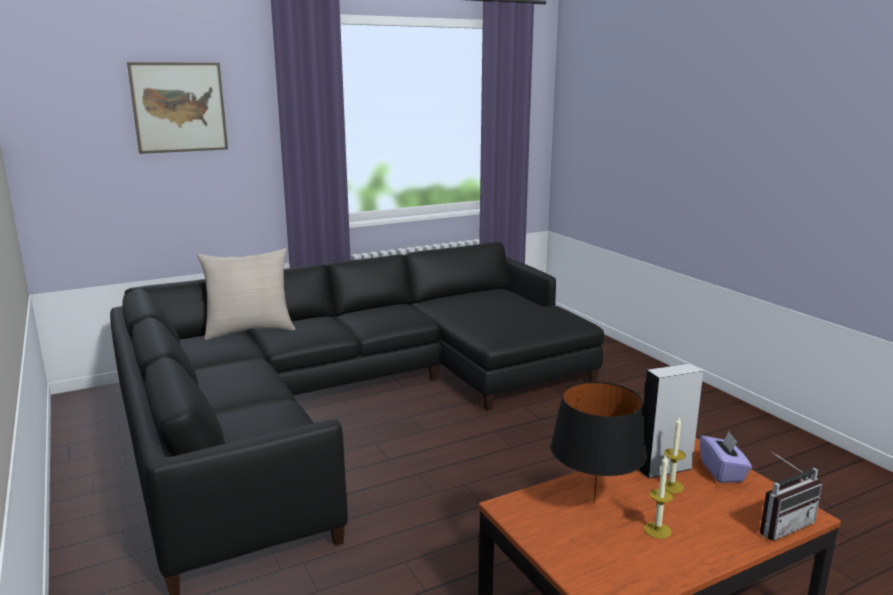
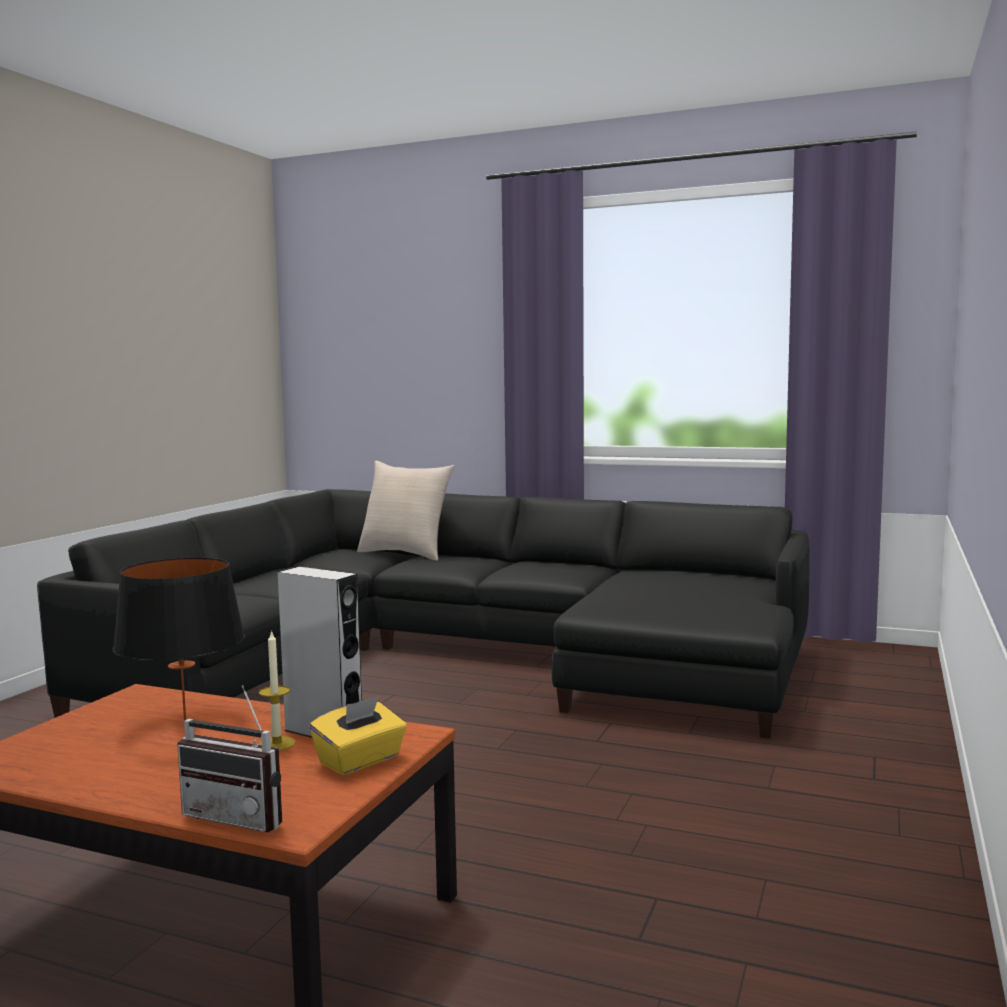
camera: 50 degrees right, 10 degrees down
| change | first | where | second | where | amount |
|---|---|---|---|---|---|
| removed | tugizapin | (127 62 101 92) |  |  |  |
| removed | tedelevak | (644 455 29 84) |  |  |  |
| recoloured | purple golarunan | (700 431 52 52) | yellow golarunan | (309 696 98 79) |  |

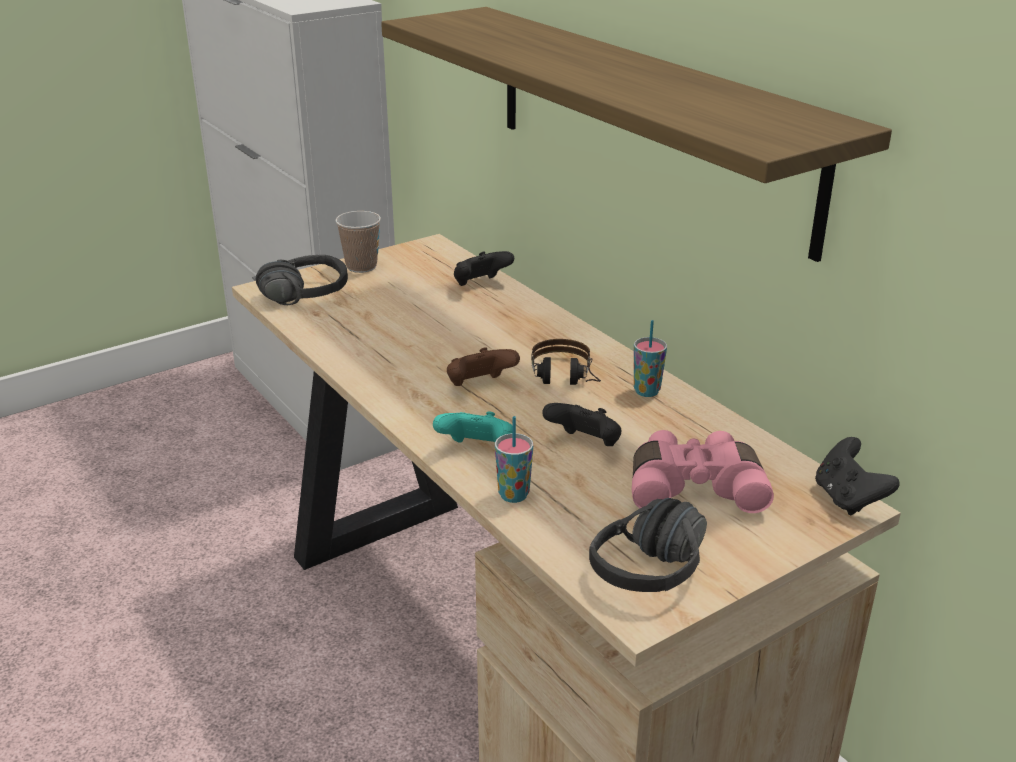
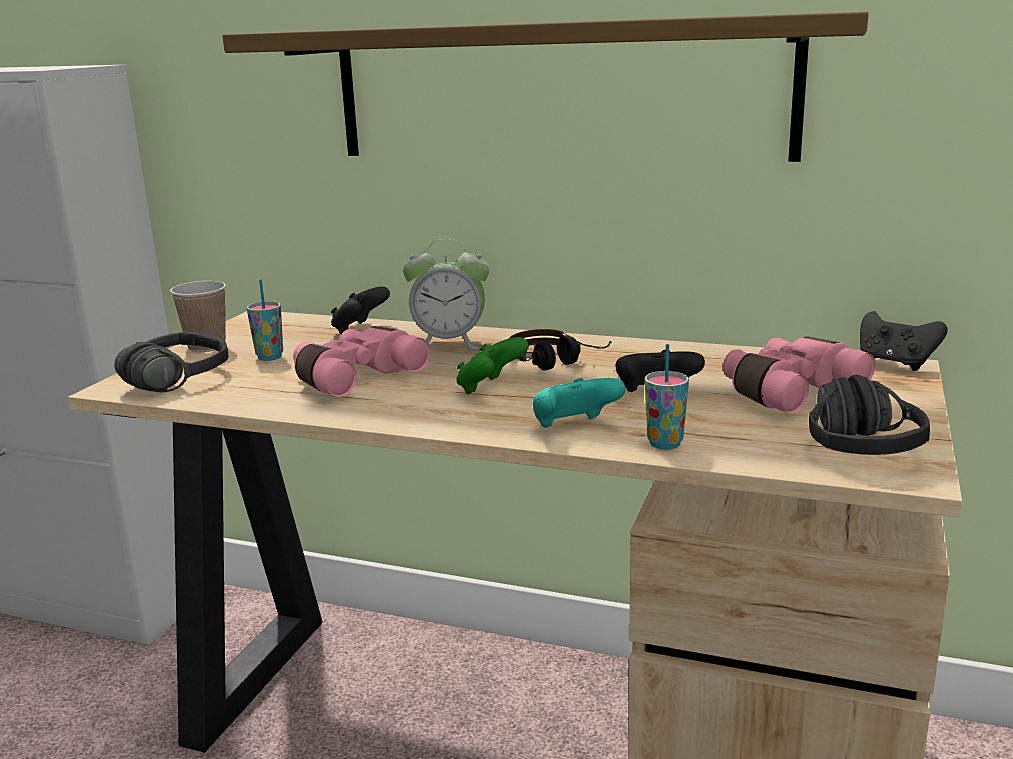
camera: 35 degrees left, 10 degrees down
| change | first | where | second | where | amount |
|---|---|---|---|---|---|
| added |  |  | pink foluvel | (293 326 137 71) |  |
| added |  |  | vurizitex | (403 239 86 111) |  |
| moved | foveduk | (634 320 33 77) |  | (247 279 36 82) |  |
| recoloured | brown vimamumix | (447 347 73 39) | green vimamumix | (456 337 73 58) |  |

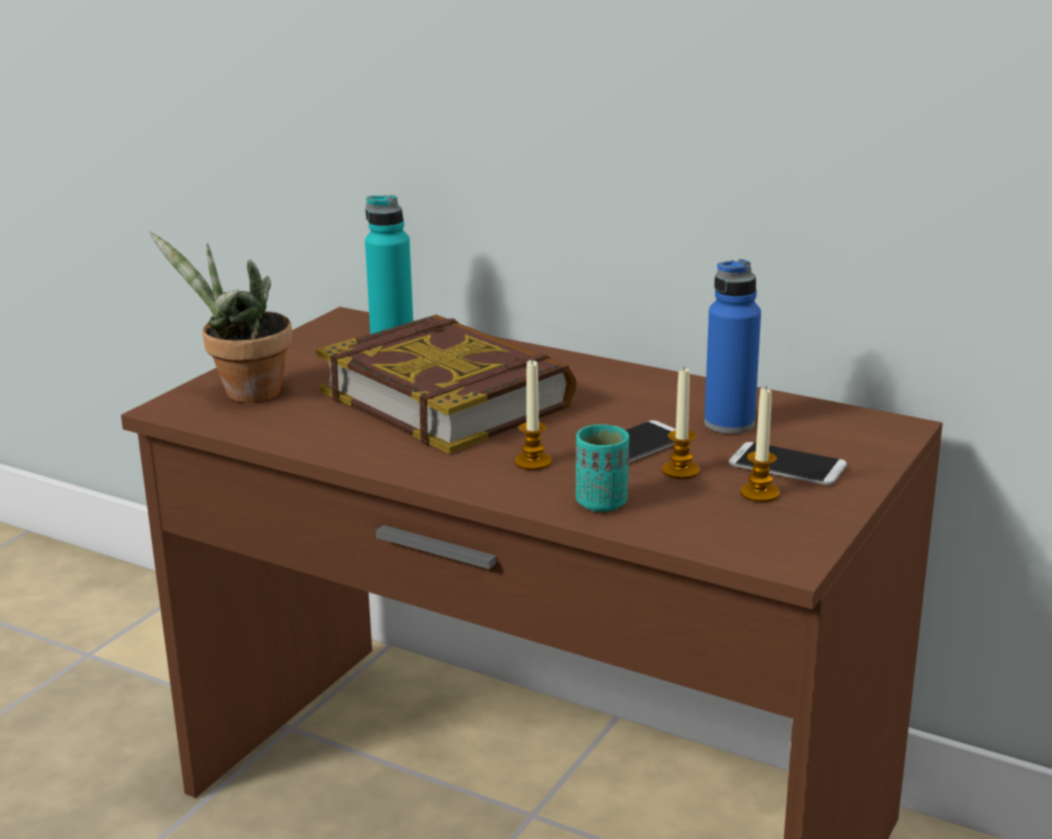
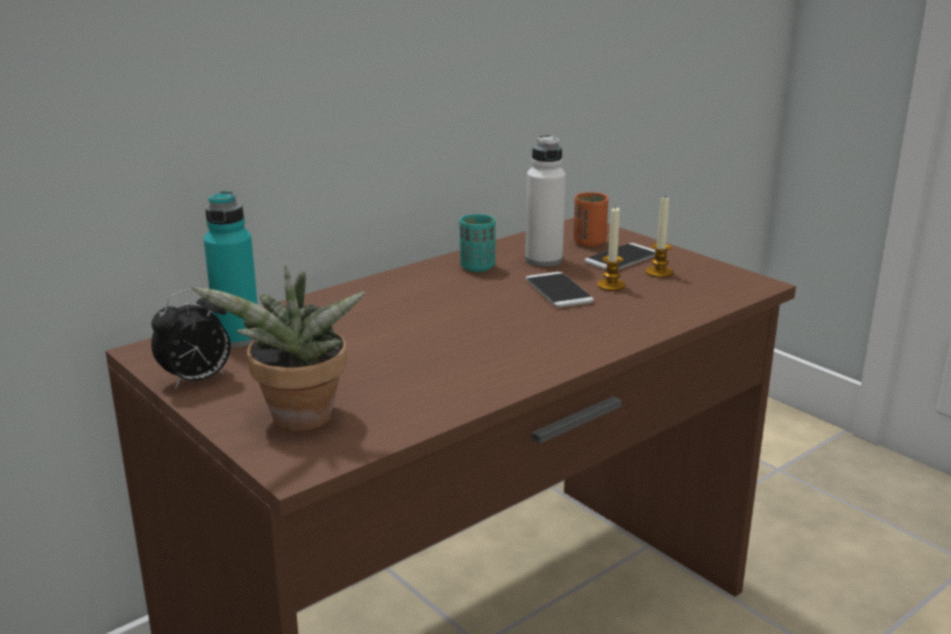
camera: 70 degrees left, 0 degrees up
| change | first | where | second | where | amount |
|---|---|---|---|---|---|
| removed | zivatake | (316 315 261 139) |  |  |  |
| removed | tedelevak | (514 359 38 111) |  |  |  |
| added |  |  | vurizitex | (151 289 80 100) |  |
| added |  |  | orange foveduk | (573 192 35 55) |  |
| moved | turquoise foveduk | (576 424 53 88) |  | (460 214 36 58) |  |
| recoloured | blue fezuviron | (704 259 57 175) | white fezuviron | (525 135 41 132) |  |

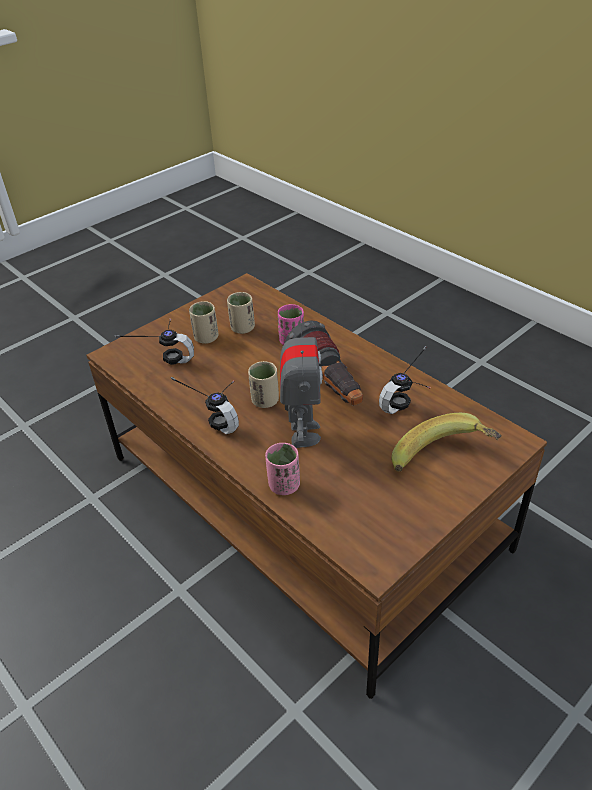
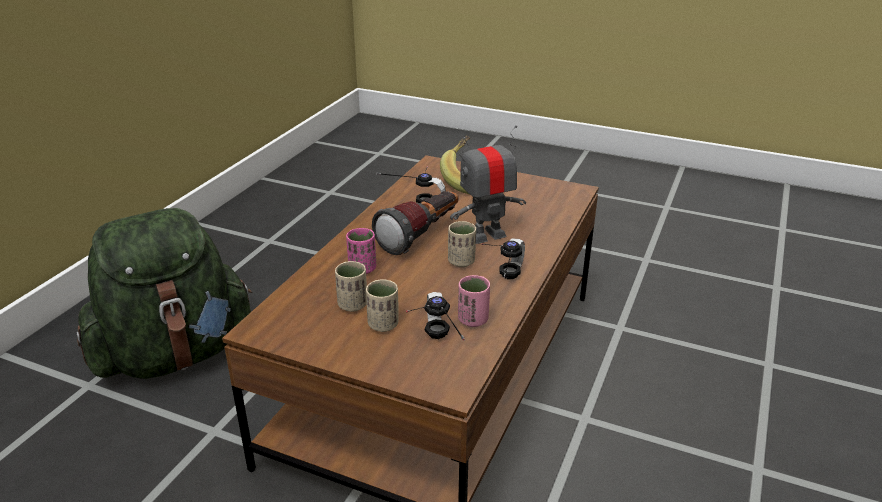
camera: 115 degrees left, 10 degrees down
| change | first | where | second | where | amount |
|---|---|---|---|---|---|
| added |  |  | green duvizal | (76 208 176 171) |  |
| moved | pink foveduk | (265 443 35 52) |  | (458 275 32 52) |  |

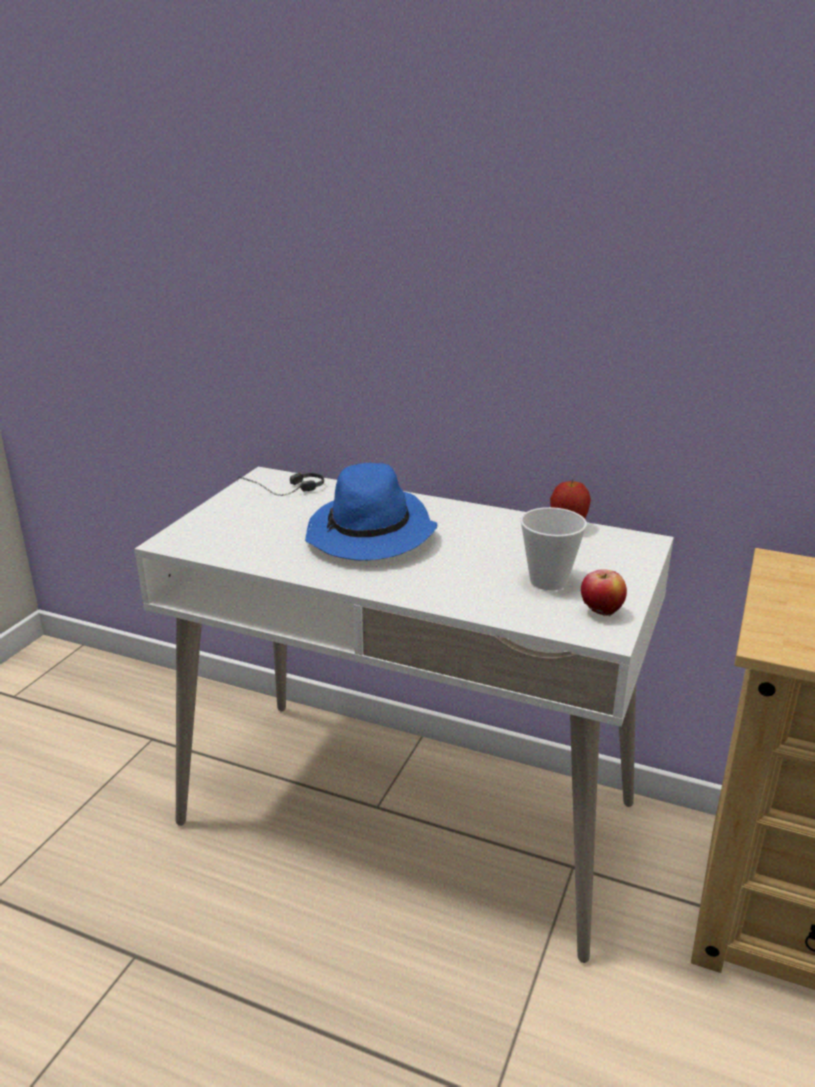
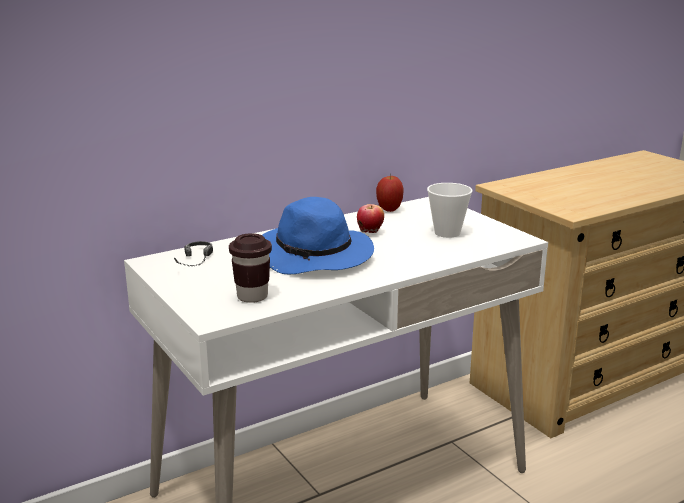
camera: 55 degrees left, 5 degrees down
| change | first | where | second | where | amount |
|---|---|---|---|---|---|
| added |  |  | brown foveduk | (229 233 43 70) |  |
| moved | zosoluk | (581 569 46 47) |  | (357 204 27 29) |  |

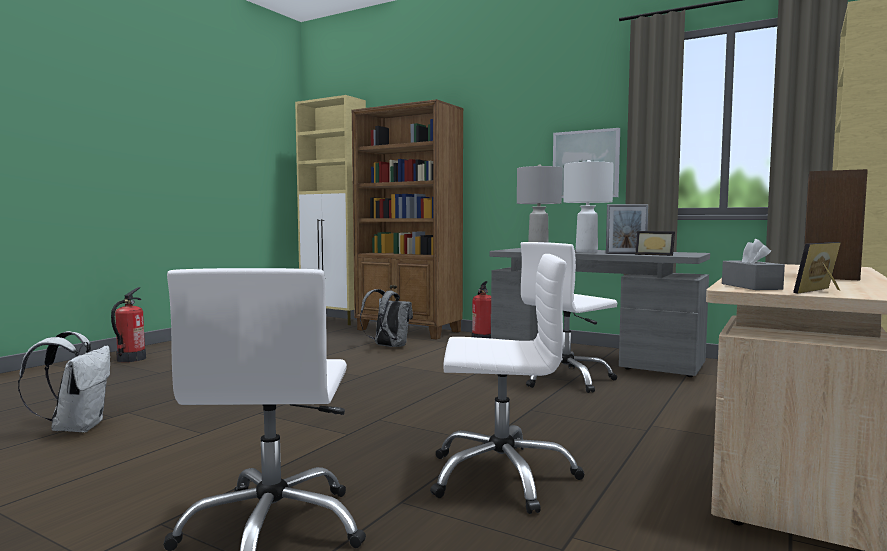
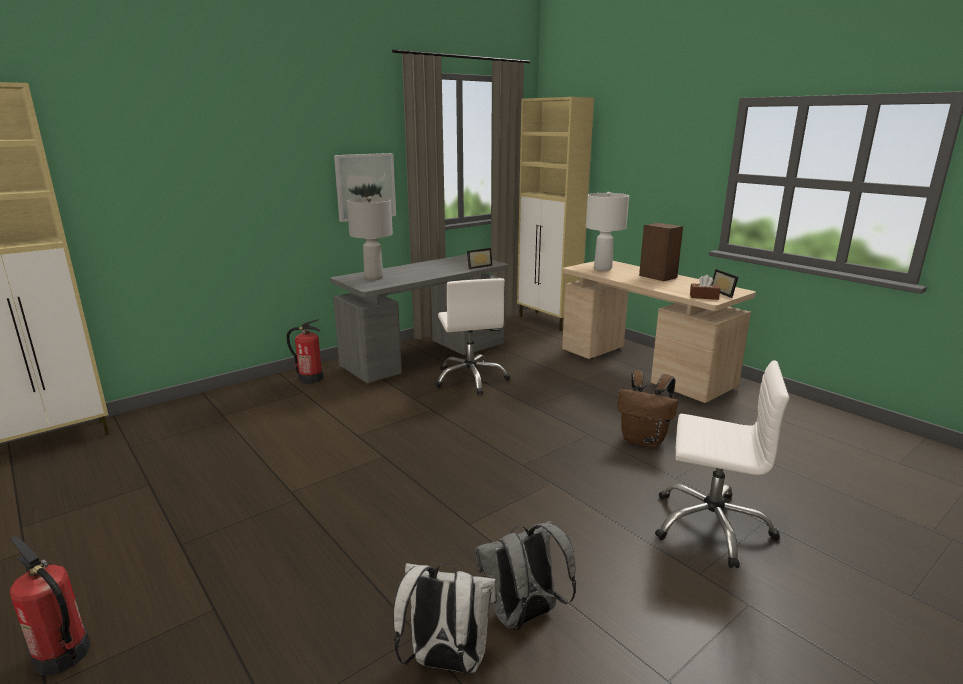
camera: 70 degrees left, 15 degrees up
| change | first | where | second | where | amount |
|---|---|---|---|---|---|
| removed | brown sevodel | (352 99 111 241) |  |  |  |
| removed | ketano | (606 204 42 50) |  |  |  |
| moved | grey duvizal | (360 289 53 58) |  | (475 521 101 109) |  |
| moved | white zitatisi | (563 160 51 93) |  | (586 192 43 79) |  |
| replaced | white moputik | (430 254 155 260) | brown duvizal | (617 370 61 78) |  |
| recoloured | grey golarunan | (722 239 63 51) | brown golarunan | (690 275 30 25) |  |

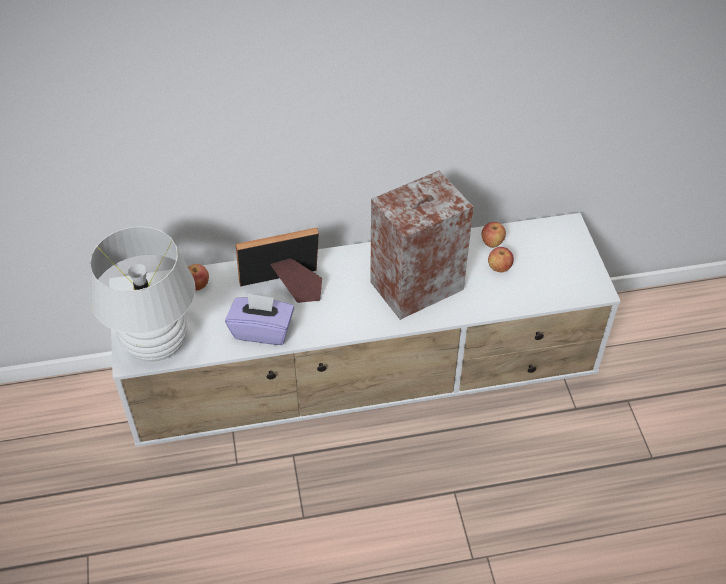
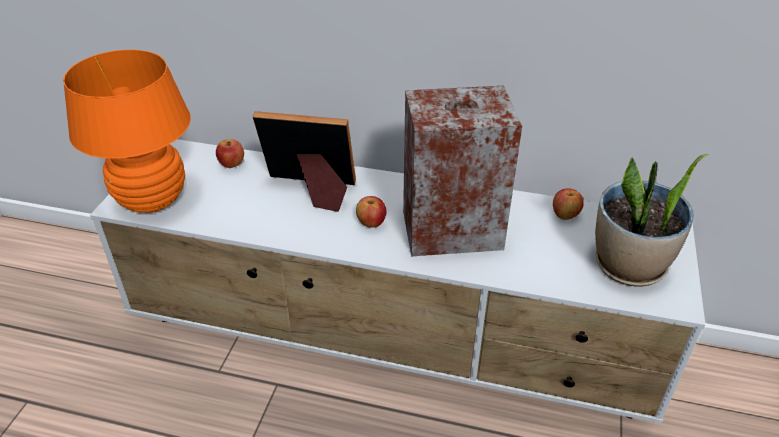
camera: 25 degrees right, 10 degrees down
| change | first | where | second | where | amount |
|---|---|---|---|---|---|
| removed | purple golarunan | (225 293 69 52) |  |  |  |
| added |  |  | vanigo | (595 154 114 133) |  |
| moved | zosoluk | (488 247 26 25) |  | (356 196 31 32) |  |
| recoloured | white zitatisi | (90 226 106 135) | orange zitatisi | (63 50 128 163) |  |

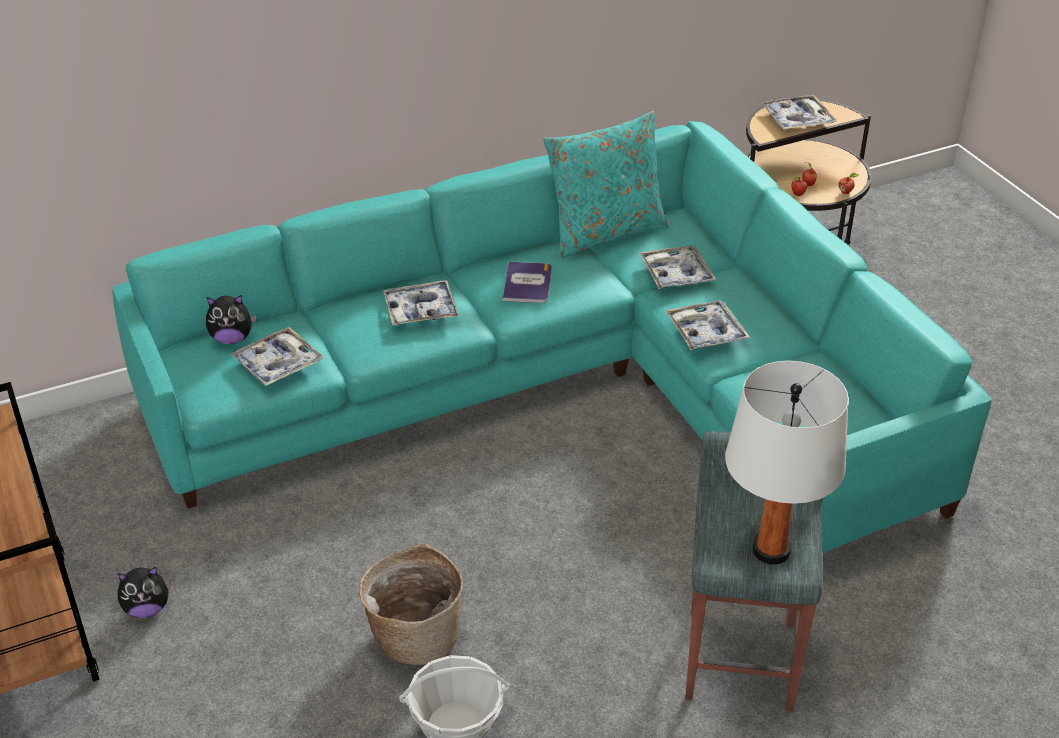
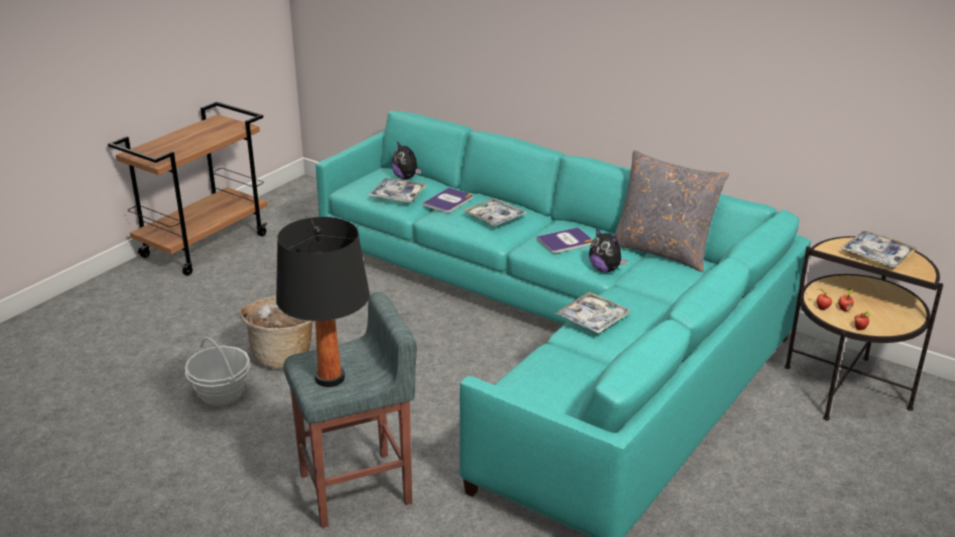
camera: 60 degrees right, 10 degrees down
| change | first | where | second | where | amount |
|---|---|---|---|---|---|
| removed | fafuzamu | (639 245 77 44) |  |  |  |
| added |  |  | zivatake | (422 188 51 25) |  |
| moved | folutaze | (118 567 54 51) |  | (589 228 38 45) |  |
| recoloured | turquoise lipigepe | (543 111 126 147) | grey lipigepe | (613 150 116 122) |  |
| recoloured | white zitatisi | (725 361 124 203) | black zitatisi | (276 217 94 170) |  |

